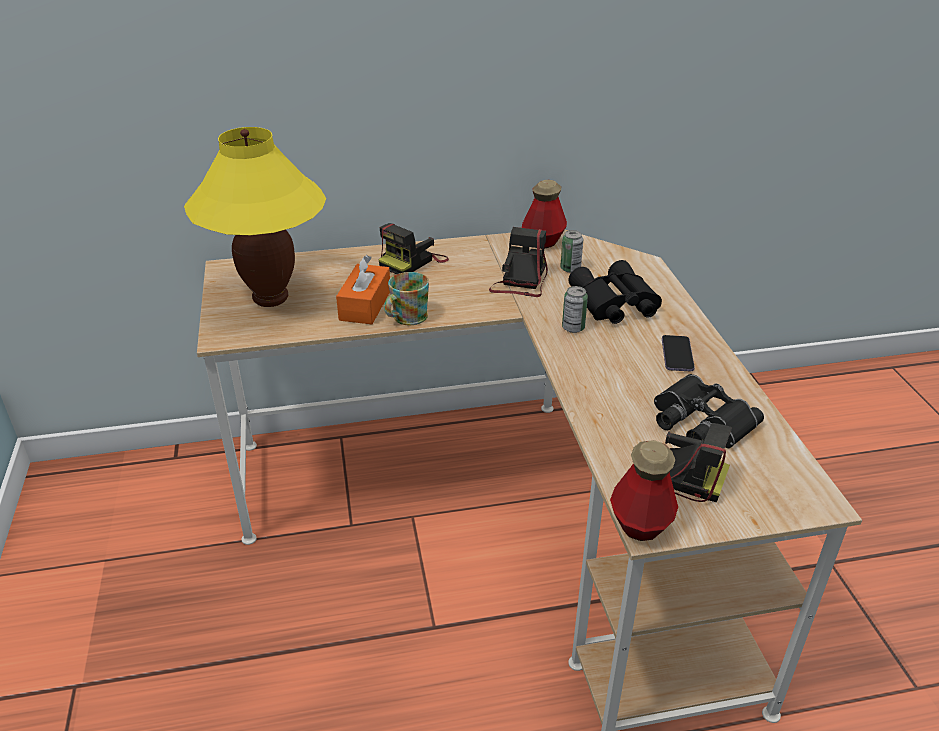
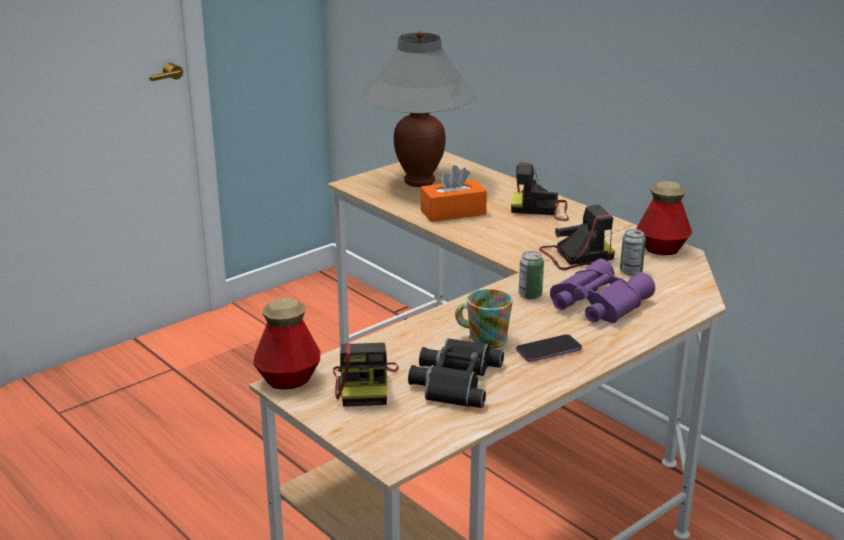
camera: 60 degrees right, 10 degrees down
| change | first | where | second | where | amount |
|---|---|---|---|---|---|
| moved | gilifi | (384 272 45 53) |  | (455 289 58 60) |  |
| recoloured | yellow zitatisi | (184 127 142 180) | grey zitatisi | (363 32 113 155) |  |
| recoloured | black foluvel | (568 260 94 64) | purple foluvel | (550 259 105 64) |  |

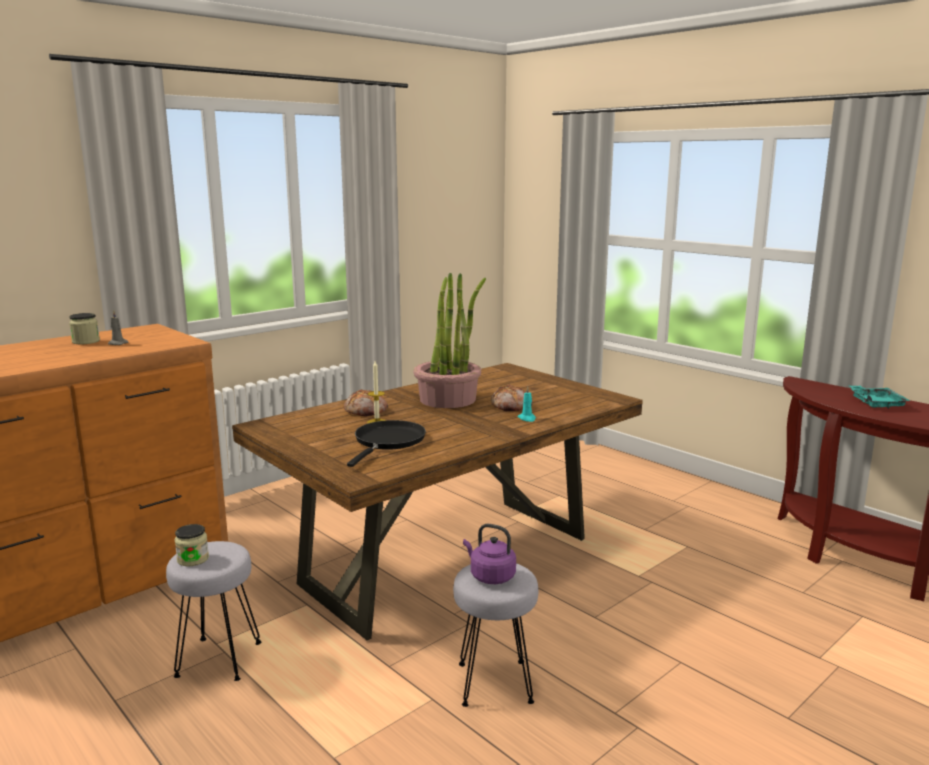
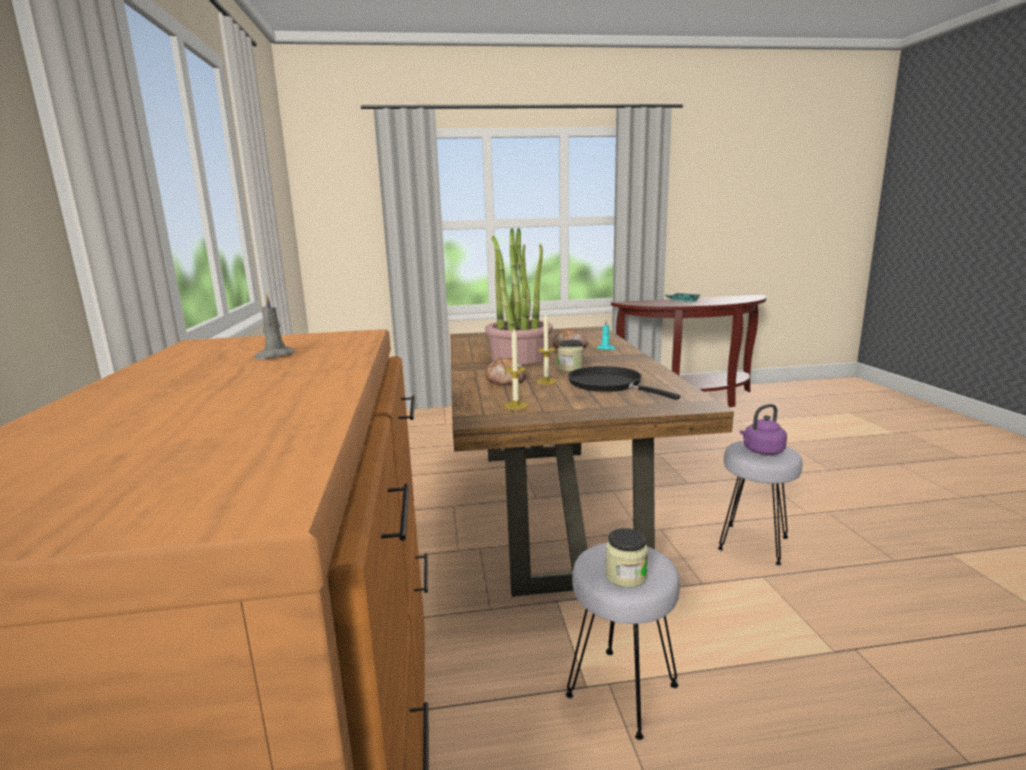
camera: 55 degrees left, 0 degrees up
| change | first | where | second | where | amount |
|---|---|---|---|---|---|
| added |  |  | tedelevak | (504 329 24 81) |  |
| moved | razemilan | (69 313 31 31) |  | (558 340 26 32) |  |

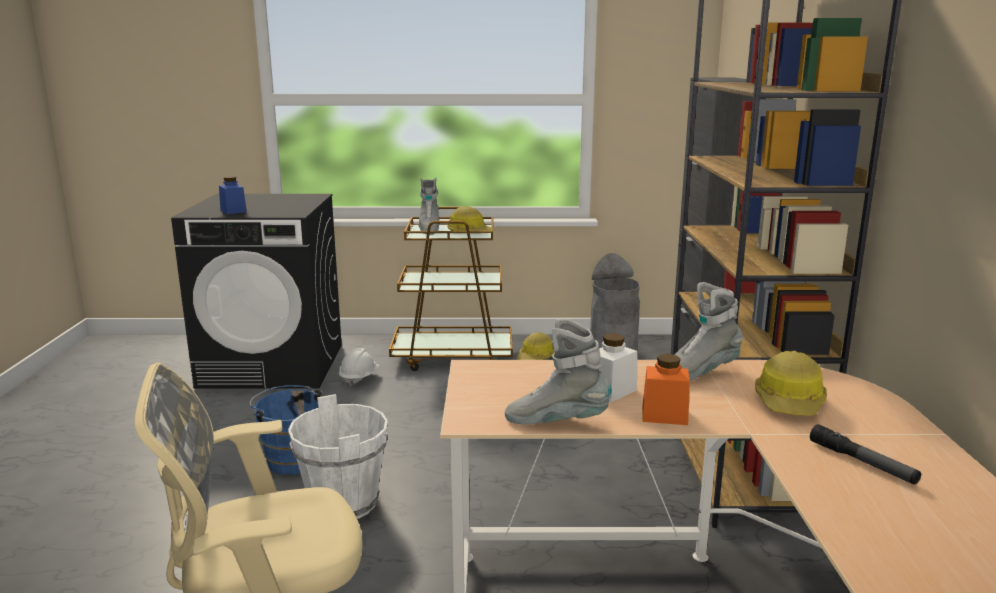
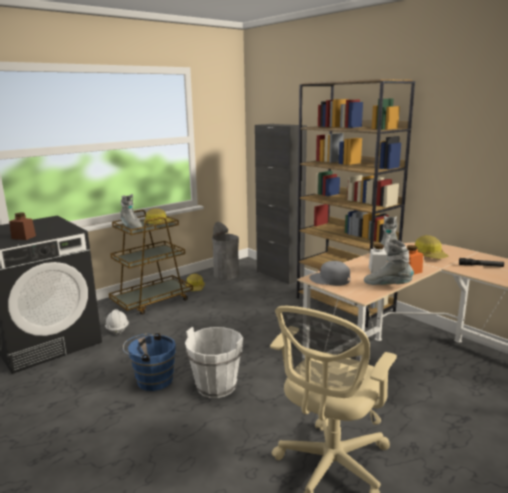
camera: 40 degrees left, 0 degrees up
| change | first | where | second | where | amount |
|---|---|---|---|---|---|
| added |  |  | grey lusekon | (309 261 41 25) |  |
| recoloured | blue razemilan | (219 176 28 38) | brown razemilan | (9 212 27 28) |  |
| turned | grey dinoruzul | (505 319 107 106) |  | (364 239 50 46) | 60 degrees clockwise |

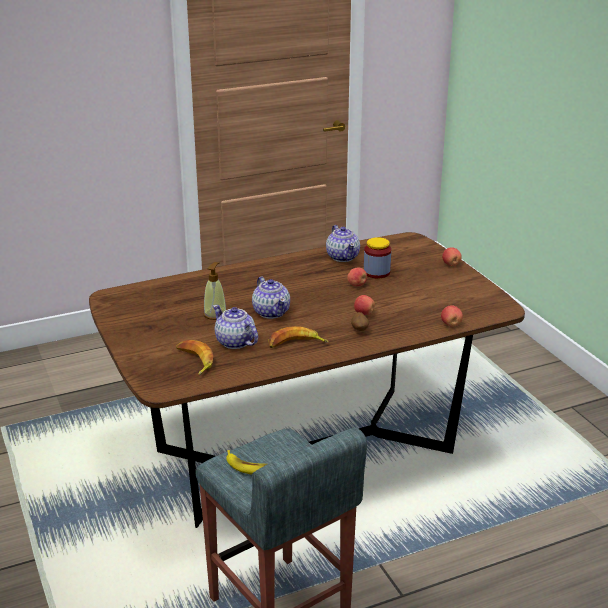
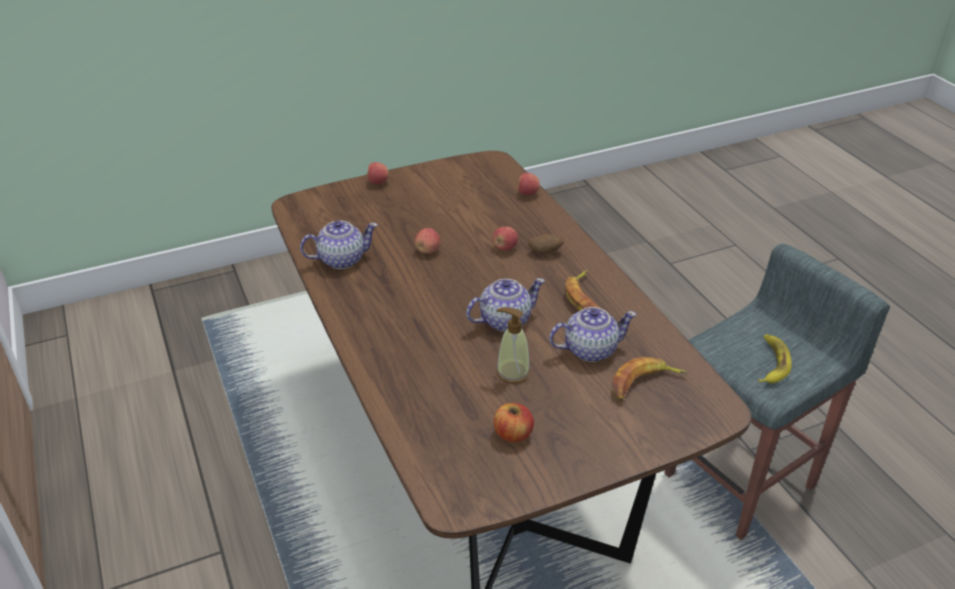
camera: 90 degrees left, 10 degrees up
| change | first | where | second | where | amount |
|---|---|---|---|---|---|
| removed | razemilan | (364 237 27 41) |  |  |  |
| added |  |  | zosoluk | (493 403 41 39) |  |
| turned | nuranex | (213 305 45 44) |  | (549 307 88 55) | 150 degrees counterclockwise |

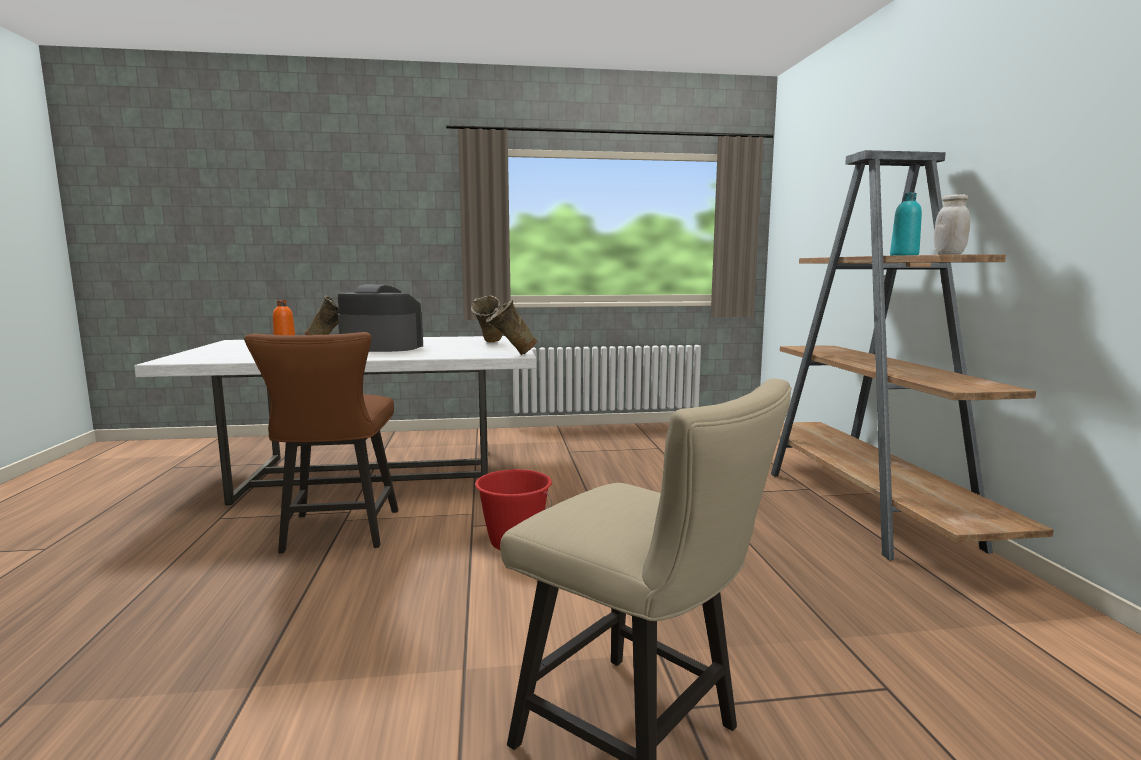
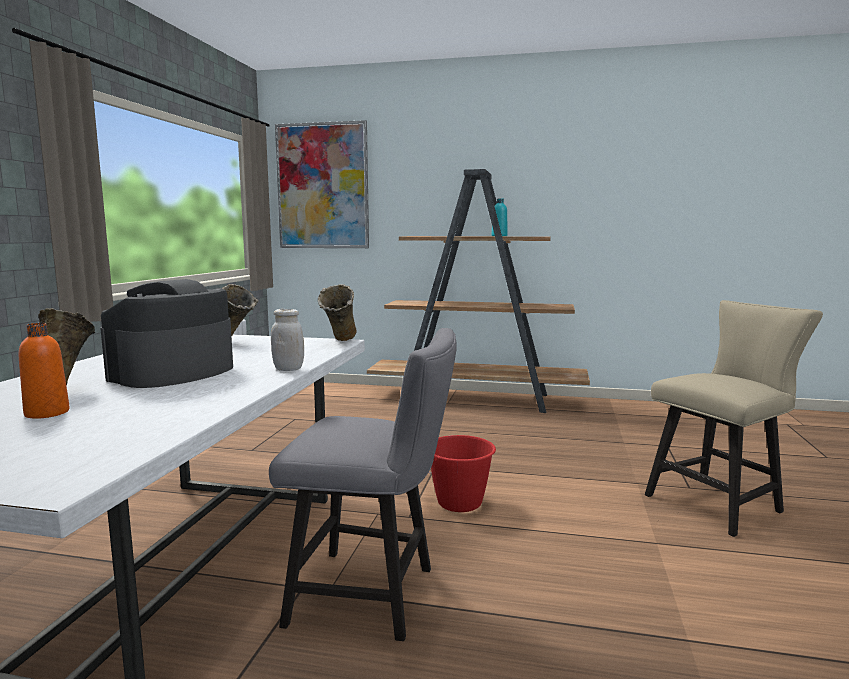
camera: 70 degrees left, 0 degrees up
| change | first | where | second | where | amount |
|---|---|---|---|---|---|
| added |  |  | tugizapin | (275 120 94 128) |  |
| moved | white razemilan | (934 194 36 61) |  | (271 309 33 62) |  |
| recoloured | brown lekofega | (244 332 154 221) | grey lekofega | (269 328 188 313) |  |

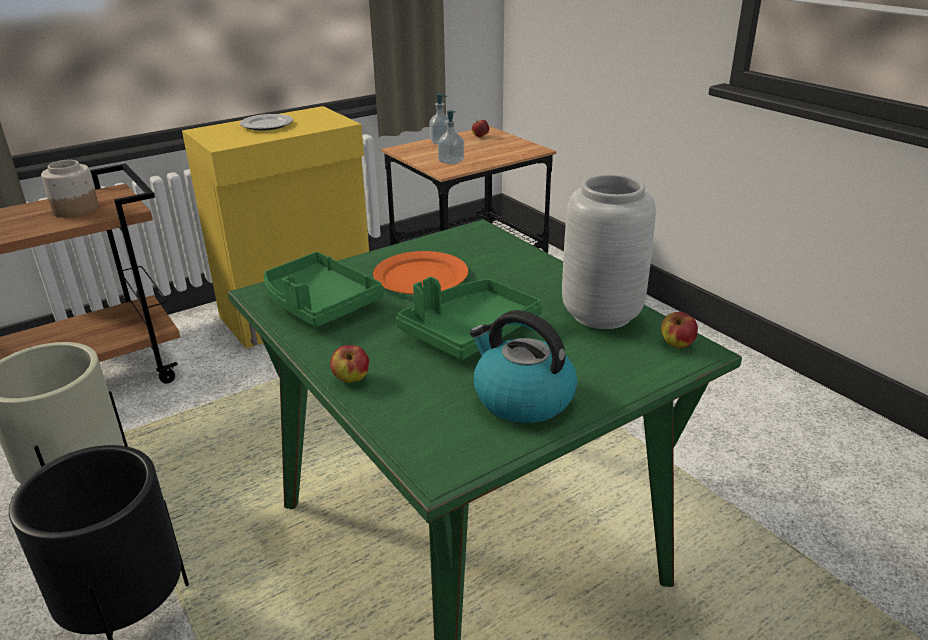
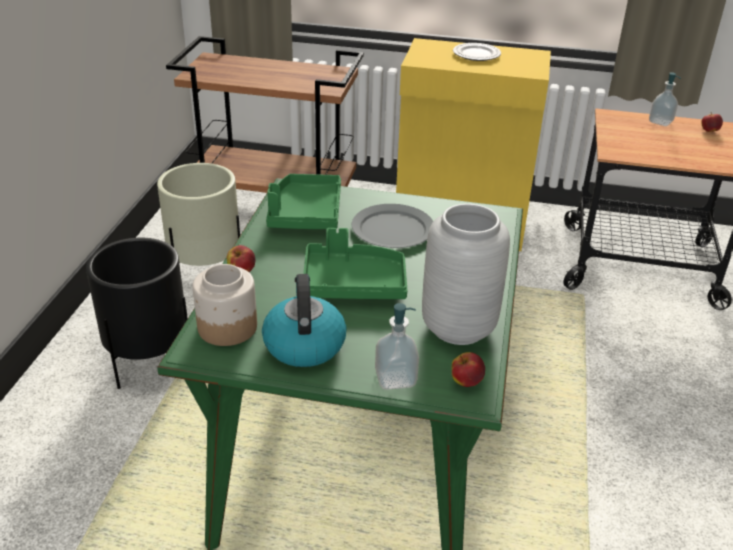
camera: 45 degrees right, 5 degrees up
| change | first | where | second | where | amount |
|---|---|---|---|---|---|
| moved | razemilan | (41 160 58 58) |  | (192 264 65 82) |  |
| moved | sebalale | (438 110 26 55) |  | (375 303 44 87) |  |
| recoloured | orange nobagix | (373 251 95 44) | grey nobagix | (352 204 81 44) |  |

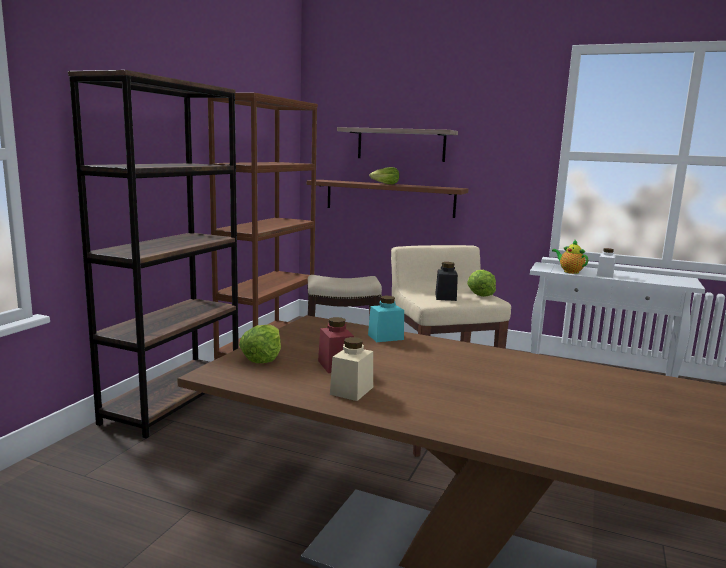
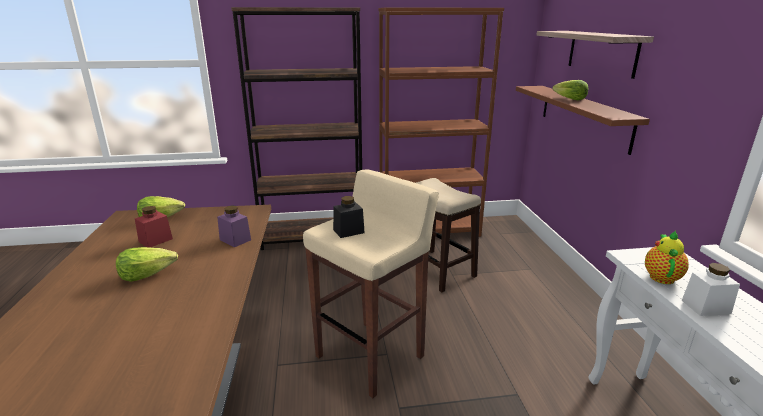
camera: 60 degrees right, 10 degrees up
| change | first | where | second | where | amount |
|---|---|---|---|---|---|
| removed | beige razemilan | (330 337 43 64) |  |  |  |
| moved | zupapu | (467 270 29 27) |  | (116 247 62 35) |  |
| recoloured | turquoise razemilan | (368 296 36 46) | purple razemilan | (217 205 34 42) |  |

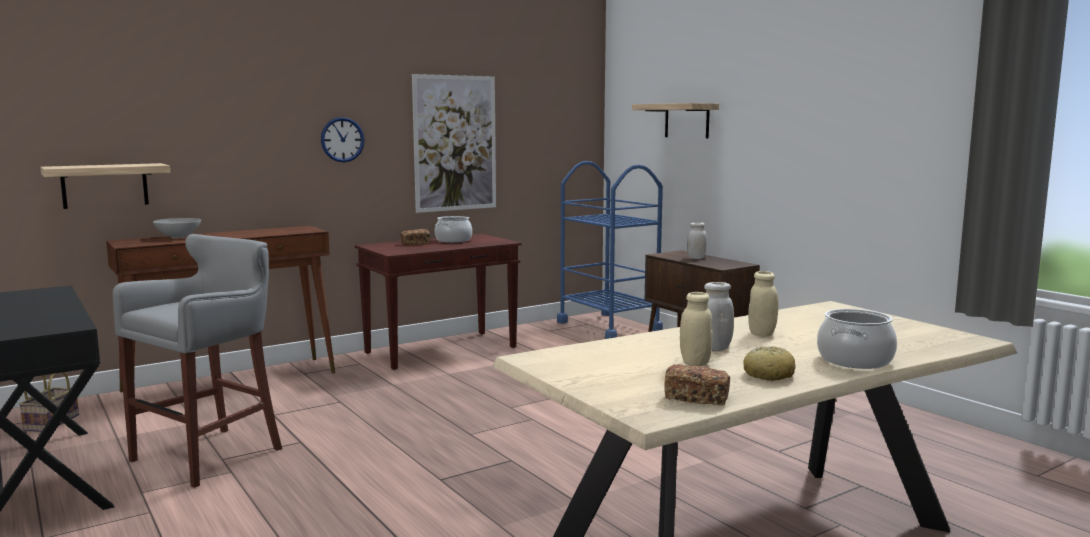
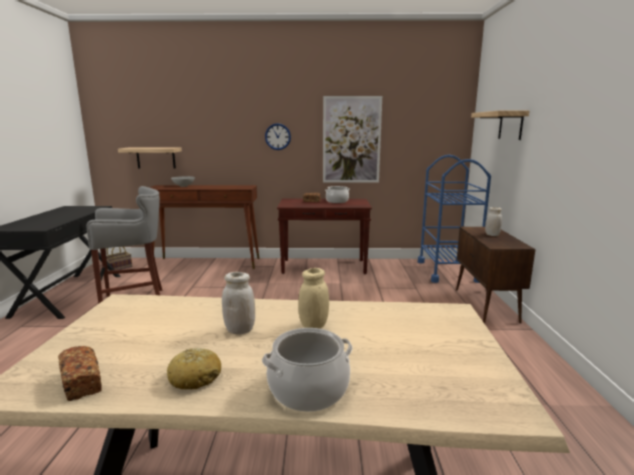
camera: 35 degrees right, 5 degrees up
| change | first | where | second | where | amount |
|---|---|---|---|---|---|
| removed | beige razemilan | (680 292 33 74) |  |  |  |

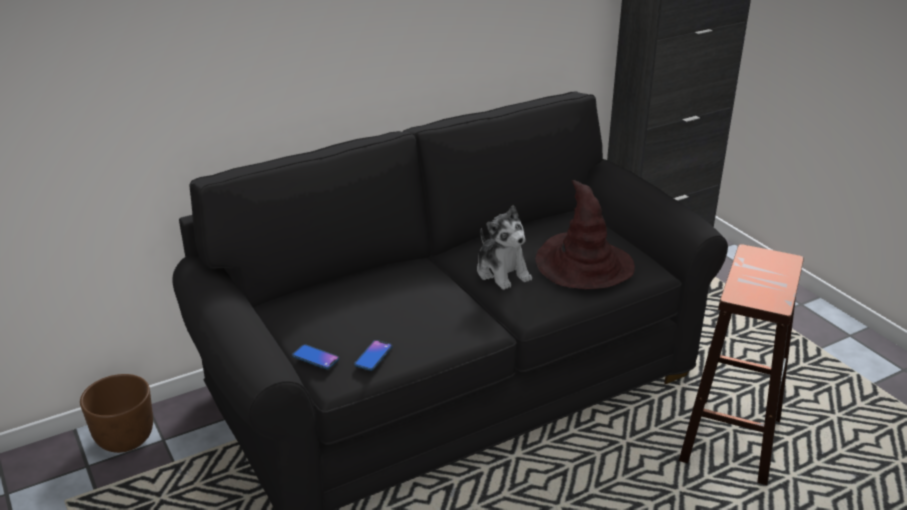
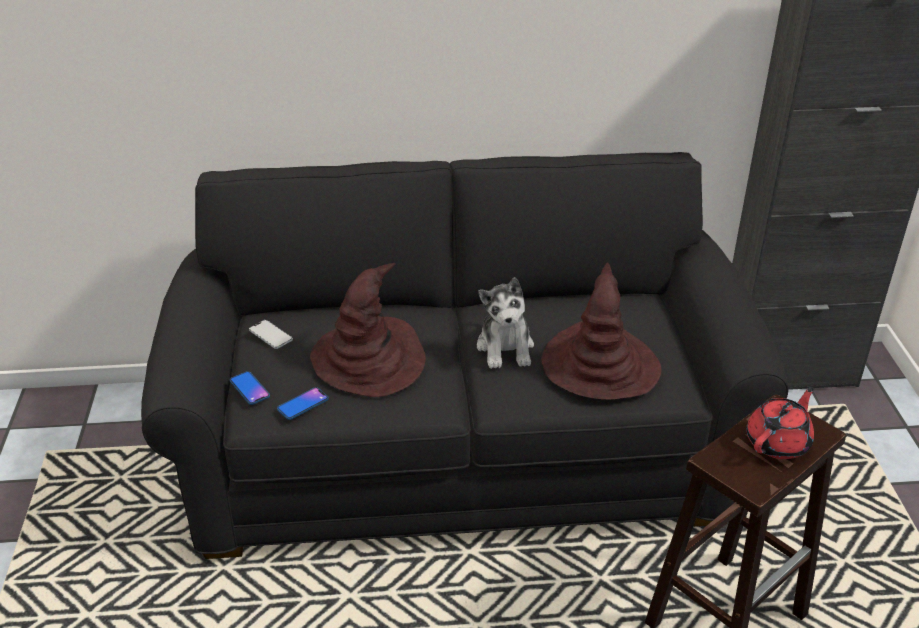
camera: 25 degrees right, 5 degrees up
| change | first | where | second | where | amount |
|---|---|---|---|---|---|
| removed | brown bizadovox | (80 374 73 79) |  |  |  |
| added |  |  | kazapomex | (249 320 44 29) |  |
| added |  |  | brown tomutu | (310 263 116 134) |  |
| added |  |  | red nuranex | (746 387 68 72) |  |

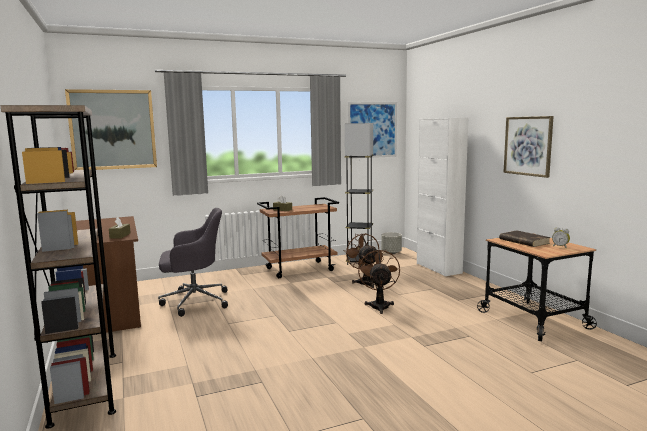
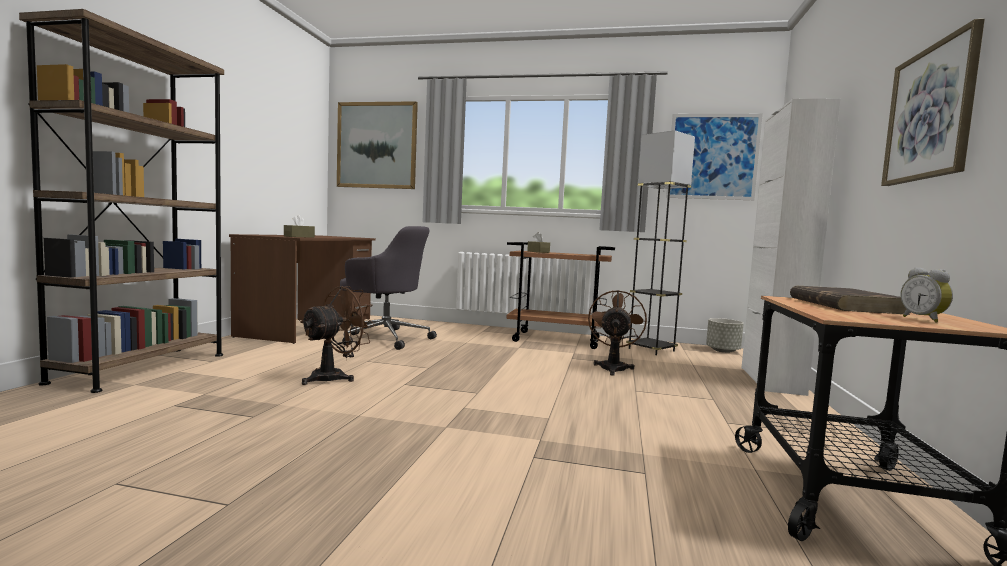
camera: 35 degrees right, 5 degrees down
| change | first | where | second | where | amount |
|---|---|---|---|---|---|
| moved | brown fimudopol | (358 249 42 65) |  | (300 286 75 99) |  |

